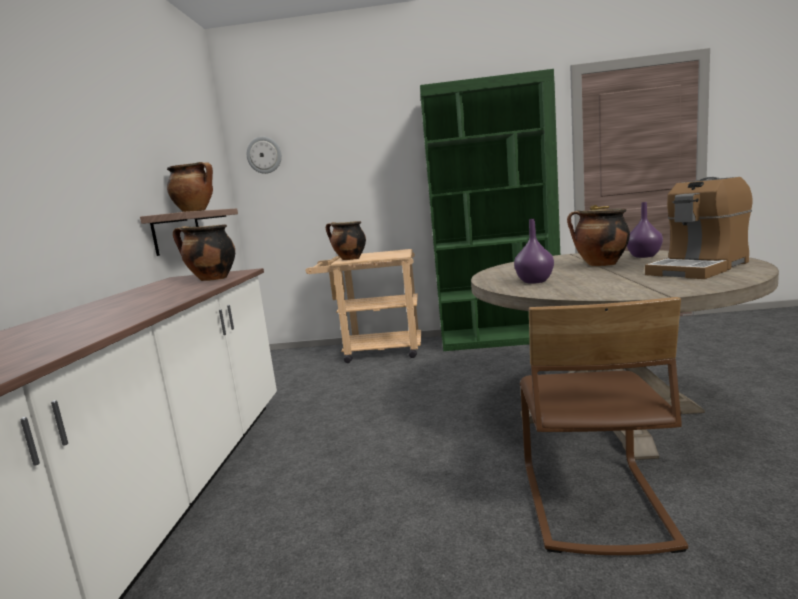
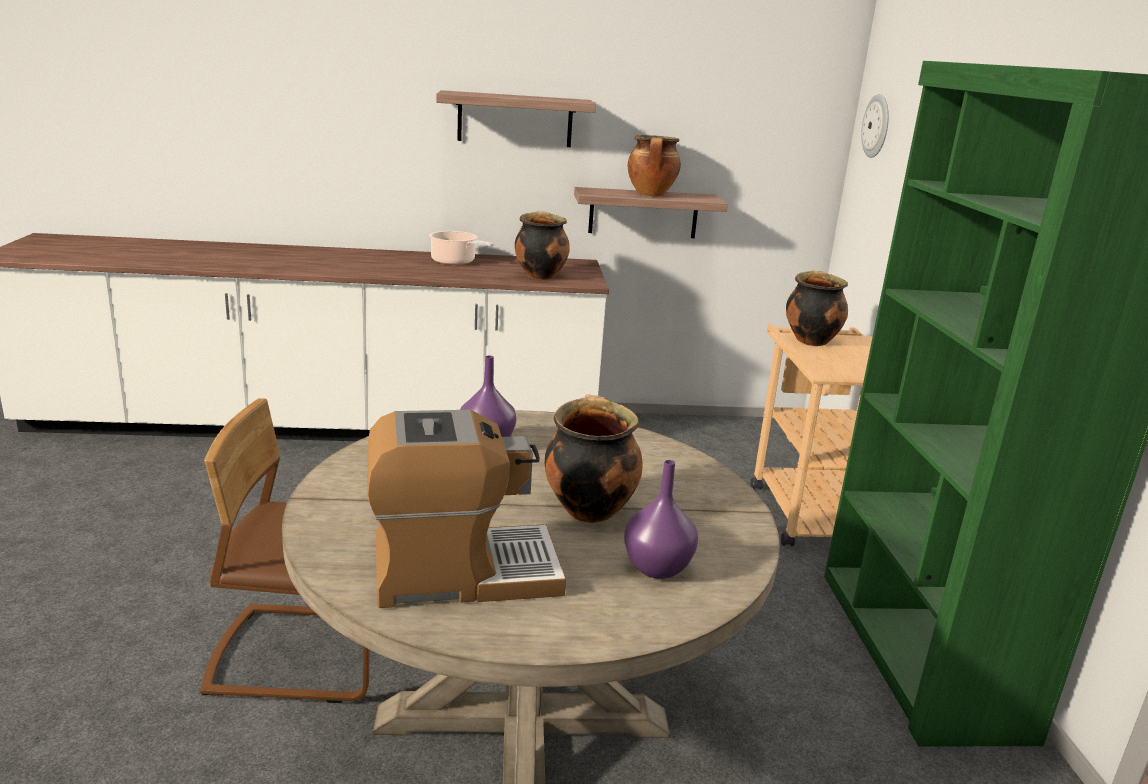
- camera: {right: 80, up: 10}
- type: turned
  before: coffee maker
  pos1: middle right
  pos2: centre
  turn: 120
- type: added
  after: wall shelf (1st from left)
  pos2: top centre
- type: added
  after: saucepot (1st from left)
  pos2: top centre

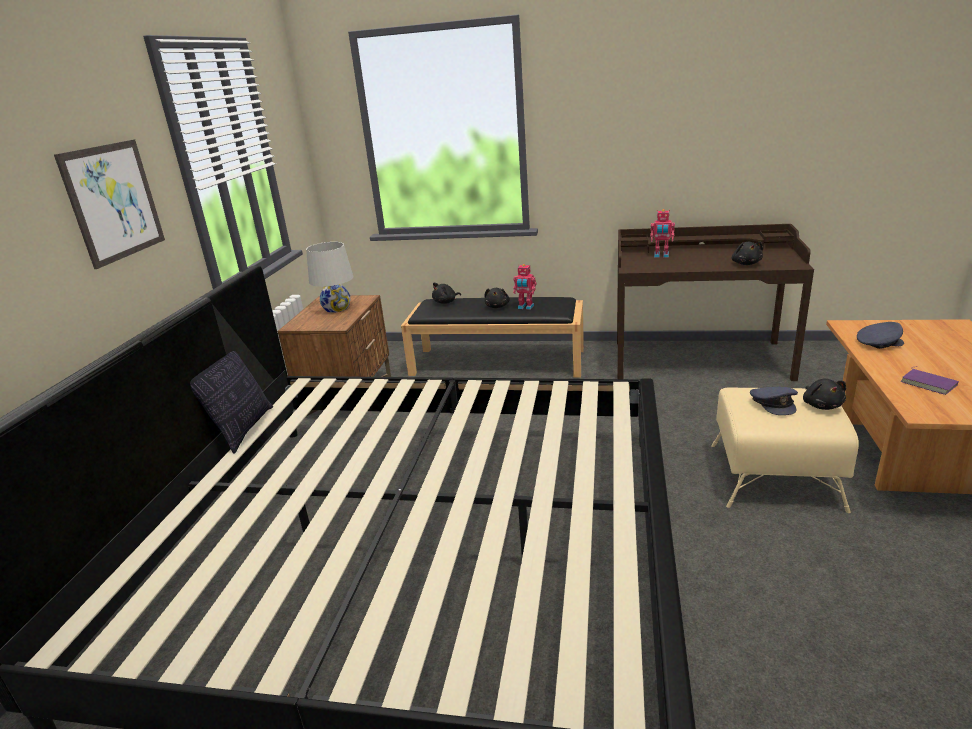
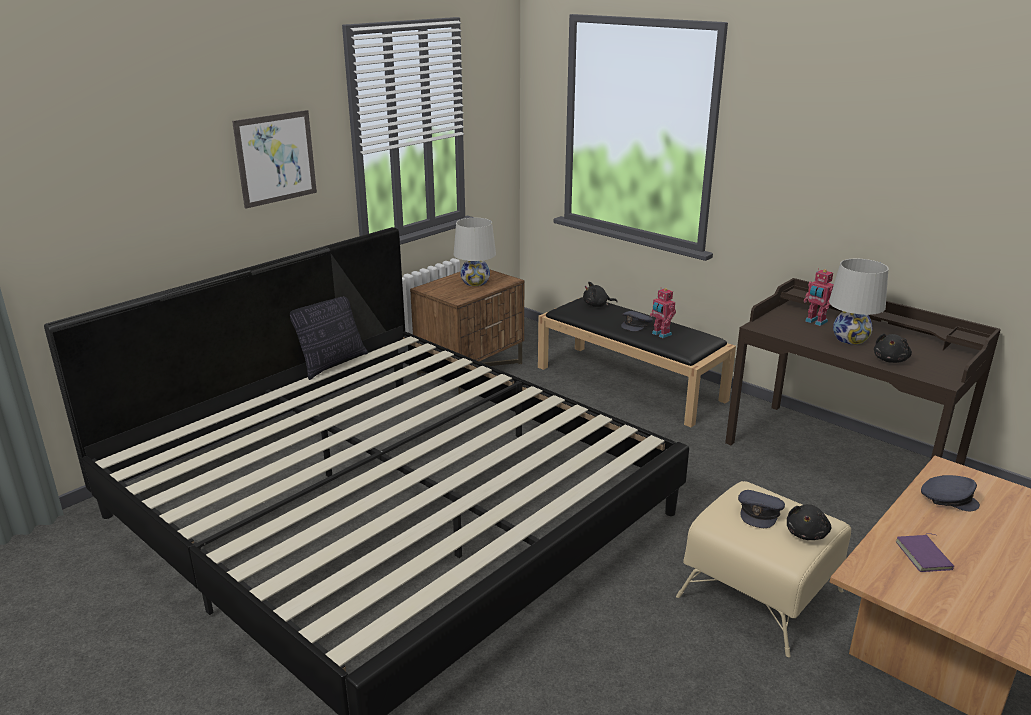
- camera: {right: 30, up: 0}
- type: replaced
  before: black-coloured plush toy (2nd from left)
  after: gray cap (1st from left)
  pos1: centre
  pos2: centre
- type: added
  after: white-coloured table lamp (2nd from left)
  pos2: middle right

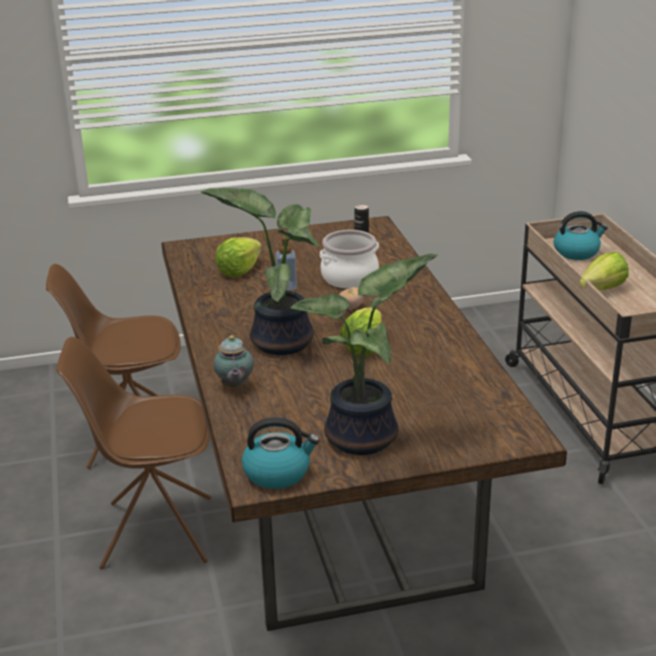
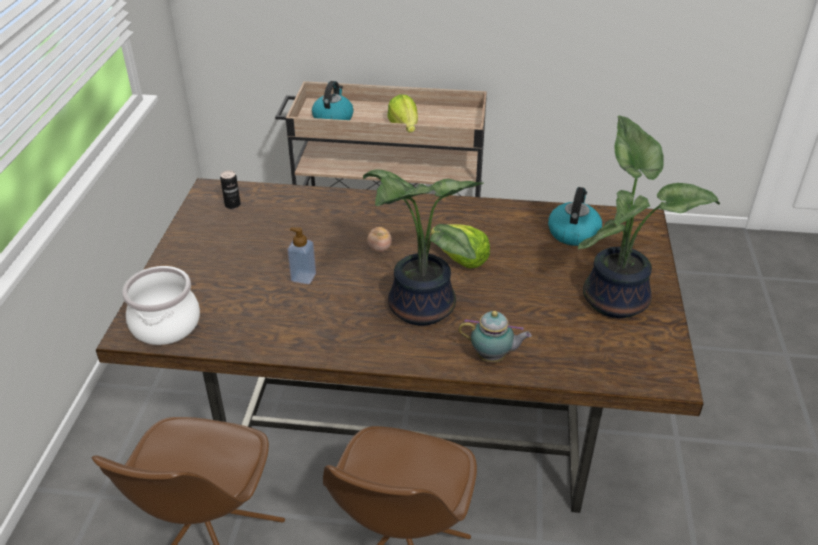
- camera: {right: -70, up: 10}
- type: moved
  before: saucepot
  pos1: centre
  pos2: middle left
- type: removed
  before: lettuce (1st from left)
  pos1: centre
- type: moved
  before: kettle (1st from left in the first image)
  after: kettle (2nd from left)
  pos1: bottom centre
  pos2: middle right

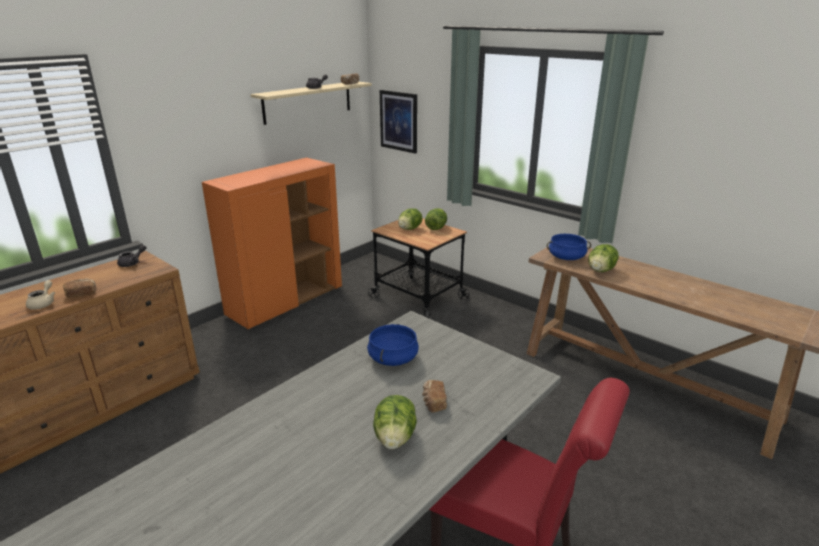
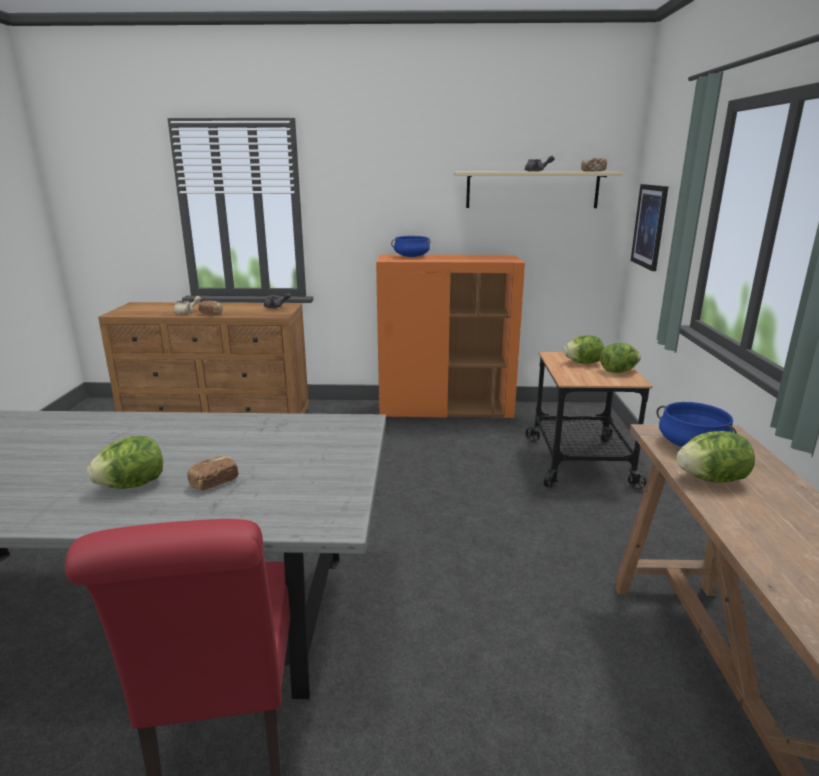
- camera: {right: 50, up: -5}
- type: moved
  before: blue-coloured saucepot (1st from left)
  pos1: centre
  pos2: top centre

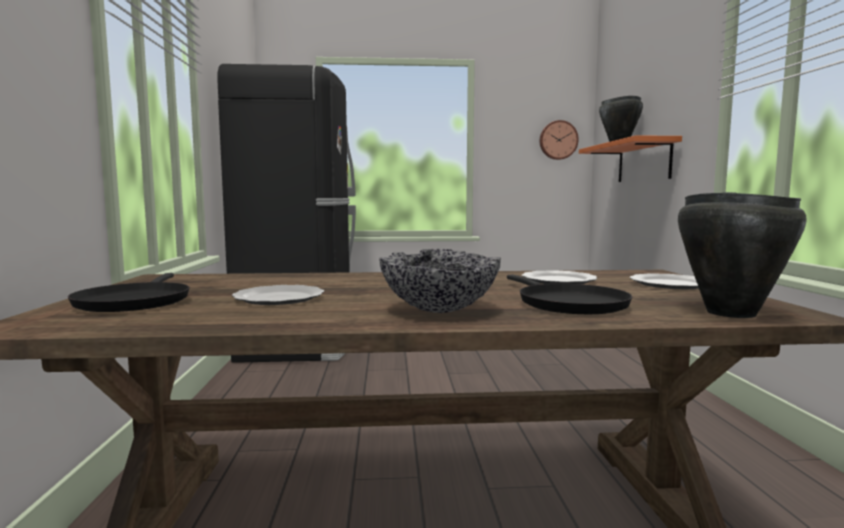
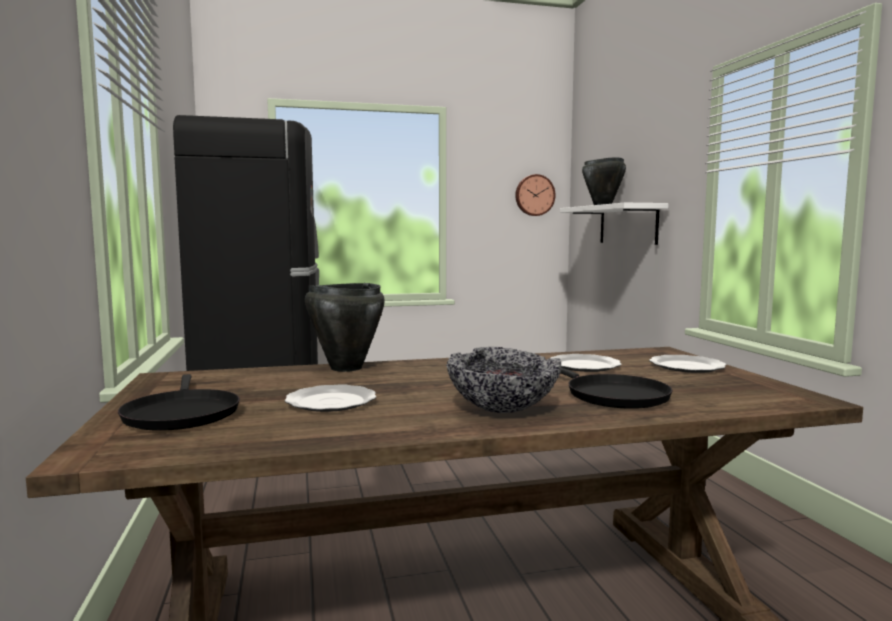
- camera: {right: -10, up: 0}
- type: recoloured
  before: orange-coloured wall shelf
  after: white-coloured wall shelf
  pos1: top right
  pos2: middle right
- type: moved
  before: black-coloured saucepot (2nd from left in the first image)
  after: black-coloured saucepot (1st from left)
  pos1: middle right
  pos2: centre

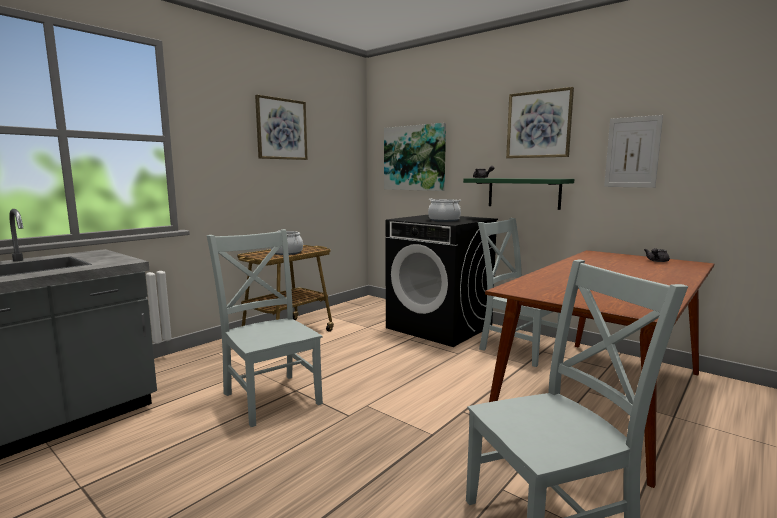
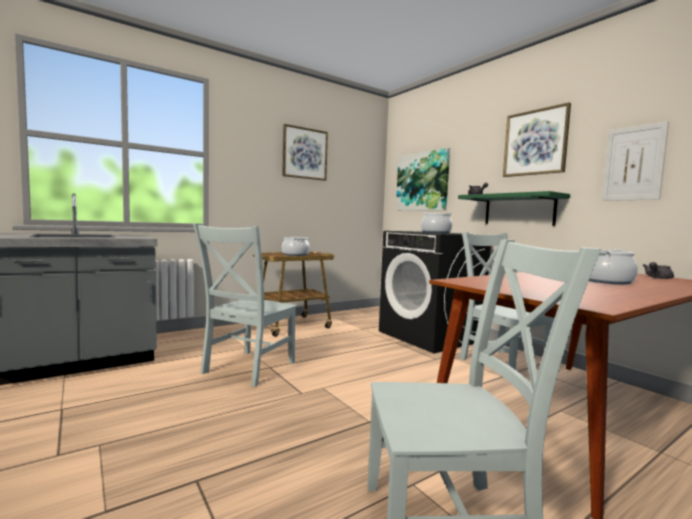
- camera: {right: 15, up: -5}
- type: turned
  before: gray plain chair (1st from left)
  pos1: centre
  pos2: centre
  turn: -135
- type: added
  after: saucepot (3rd from left)
  pos2: middle right

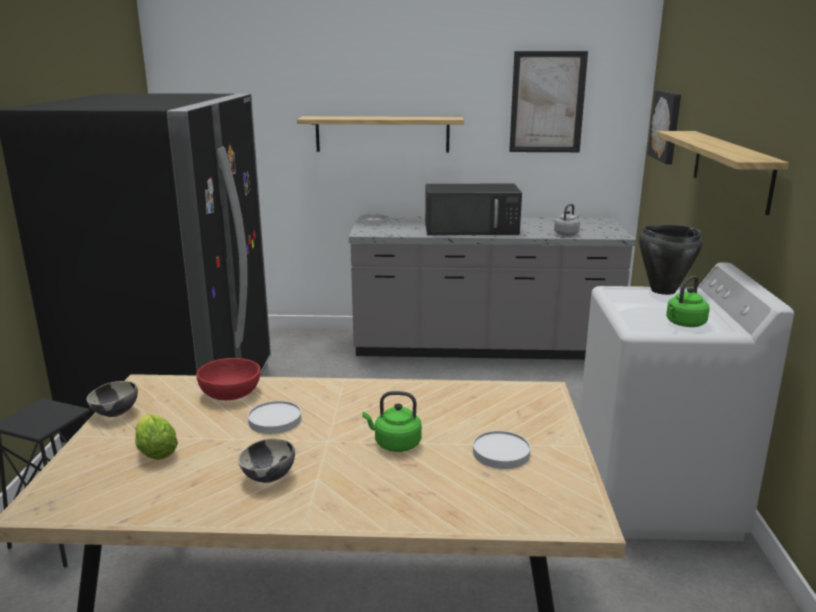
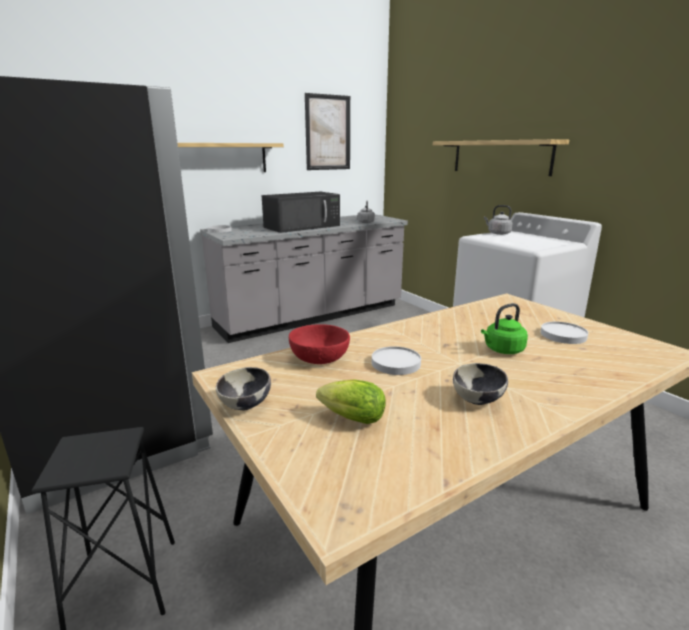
- camera: {right: -35, up: 0}
- type: removed
  before: wall picture (2nd from left)
  pos1: top right
- type: replaced
  before: black-coloured saucepot
  after: gray kettle (2nd from left)
  pos1: middle right
  pos2: middle right
- type: removed
  before: green kettle (2nd from left)
  pos1: middle right

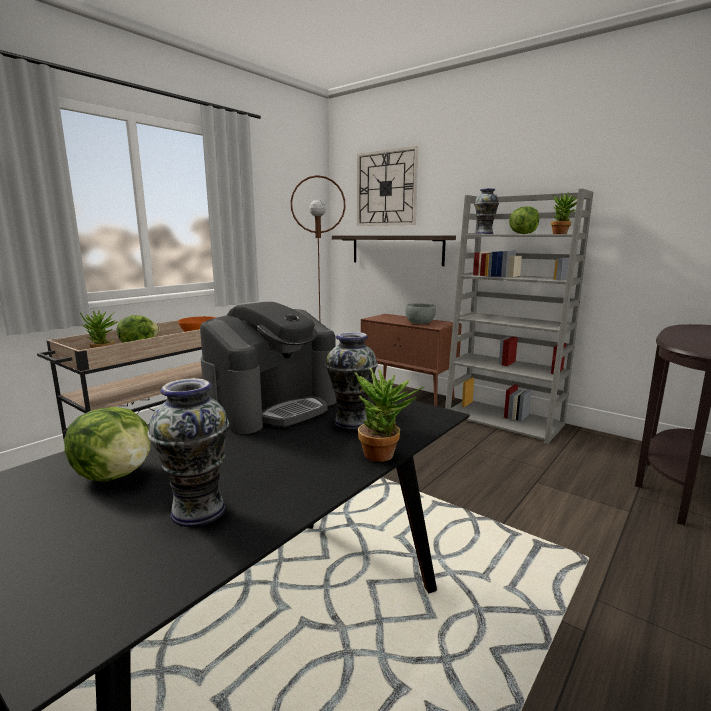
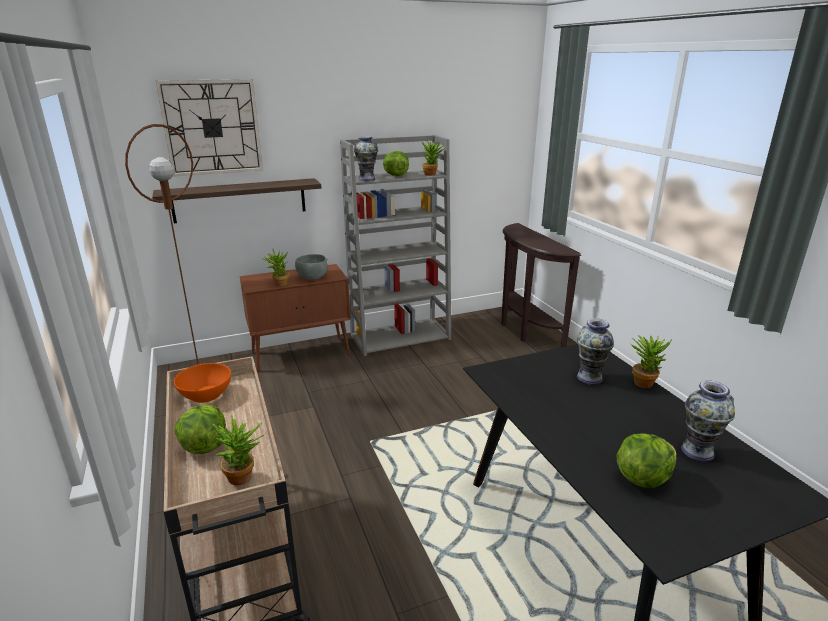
- camera: {right: -60, up: 10}
- type: removed
  before: coffee maker
  pos1: centre
- type: added
  after: plant in a pot (2nd from left)
  pos2: middle left

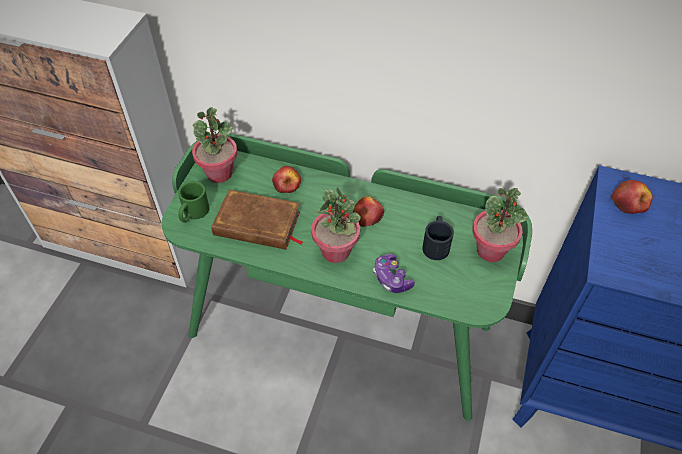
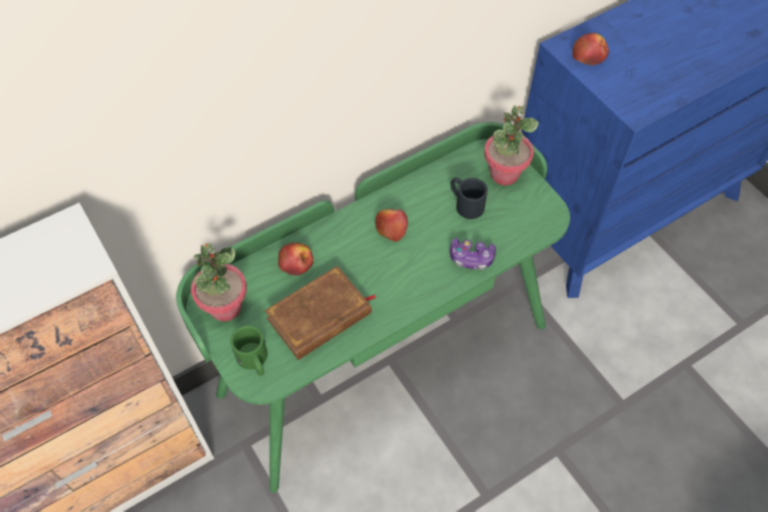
- camera: {right: -50, up: 5}
- type: removed
  before: plant in a pot (2nd from left)
  pos1: centre

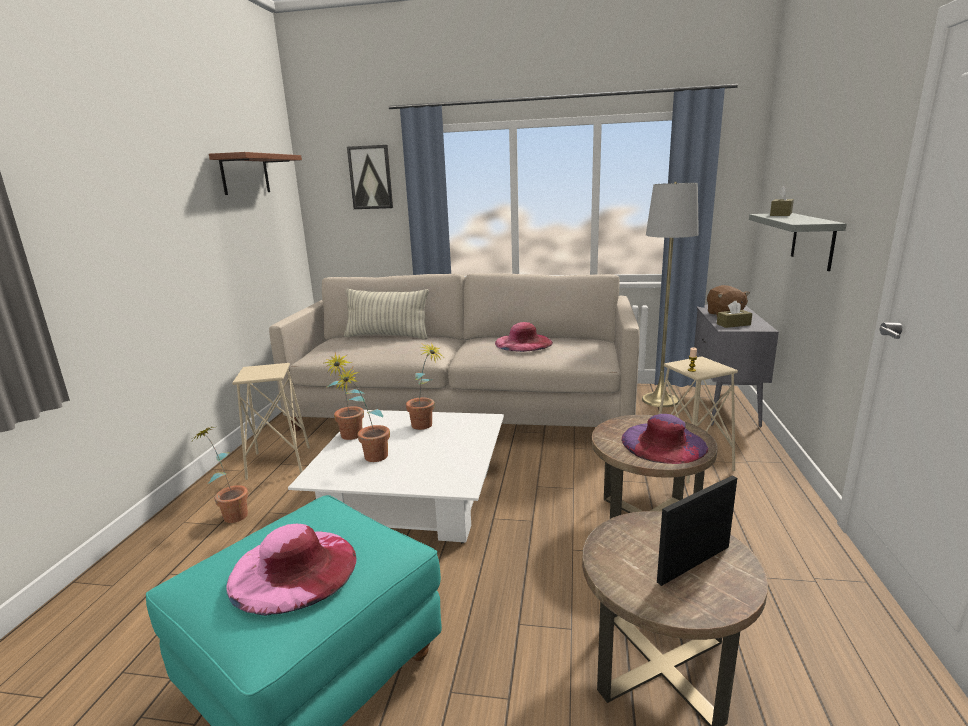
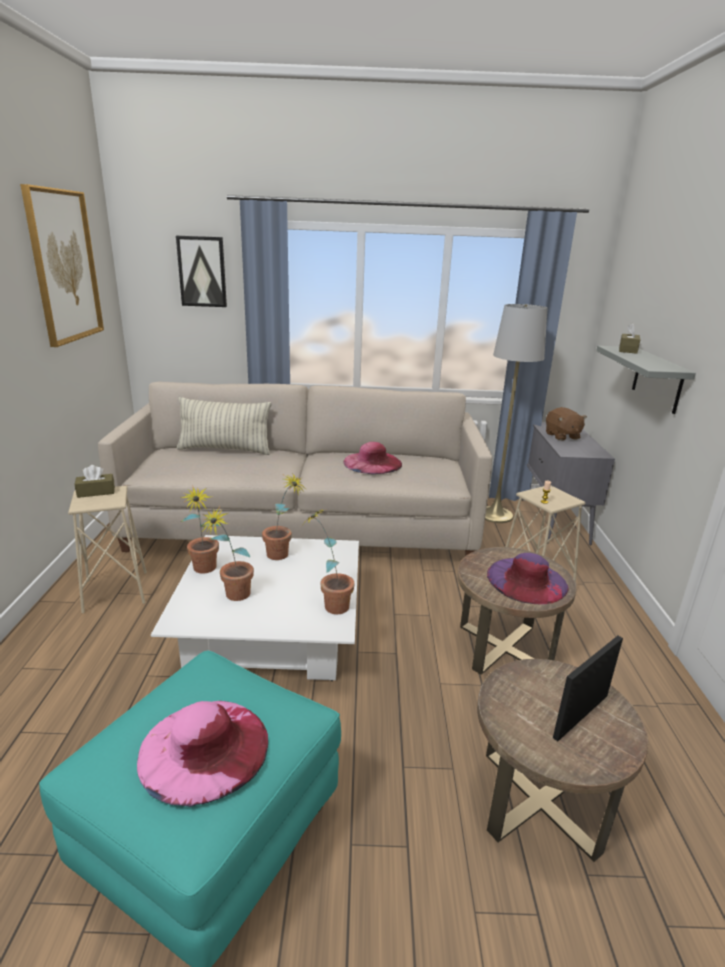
- camera: {right: -10, up: 5}
- type: replaced
  before: brownish wall shelf
  after: wall picture (1st from left)
  pos1: top left
  pos2: top left
- type: moved
  before: brownish tissue box (1st from left)
  pos1: middle right
  pos2: middle left
- type: moved
  before: plant in a pot (1st from left in the first image)
  after: plant in a pot (4th from left)
  pos1: middle left
  pos2: centre

